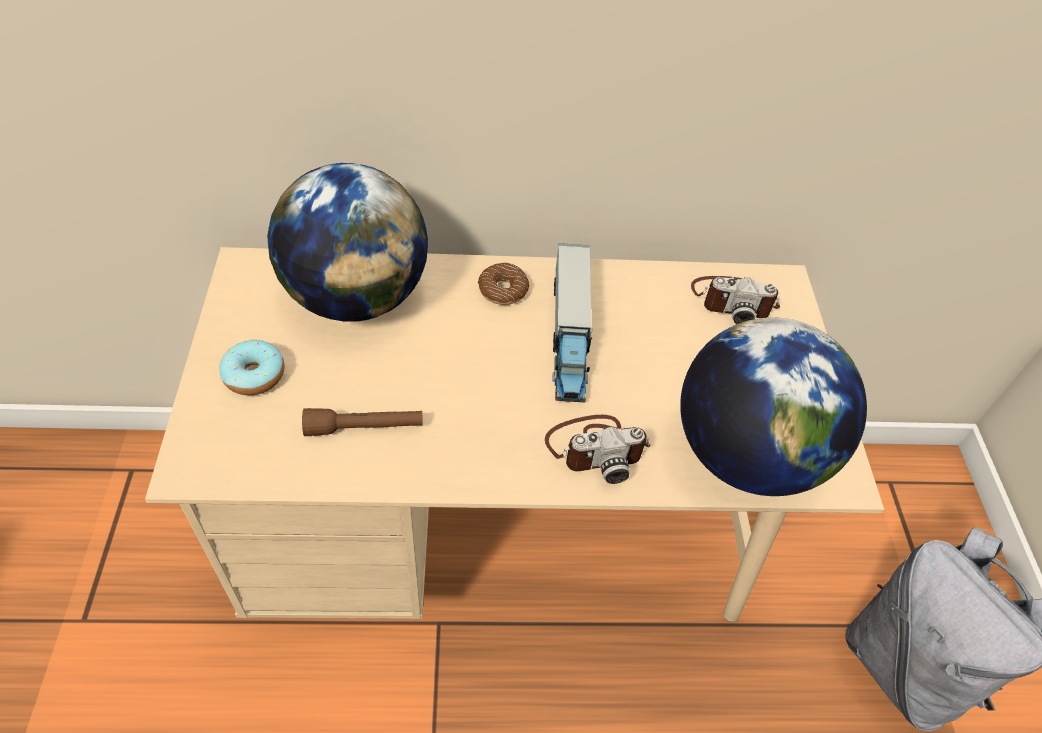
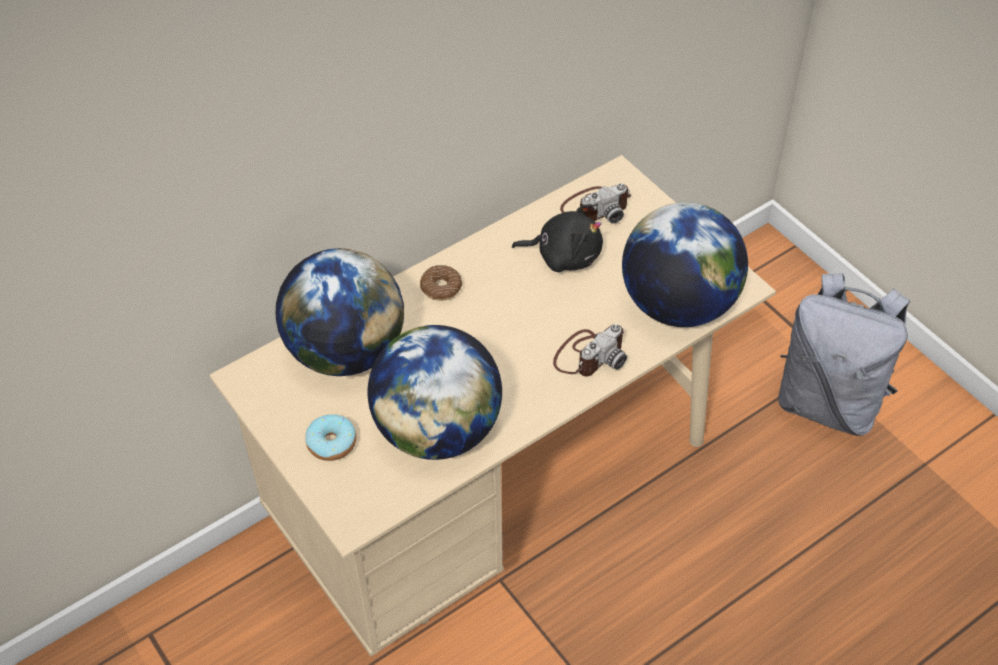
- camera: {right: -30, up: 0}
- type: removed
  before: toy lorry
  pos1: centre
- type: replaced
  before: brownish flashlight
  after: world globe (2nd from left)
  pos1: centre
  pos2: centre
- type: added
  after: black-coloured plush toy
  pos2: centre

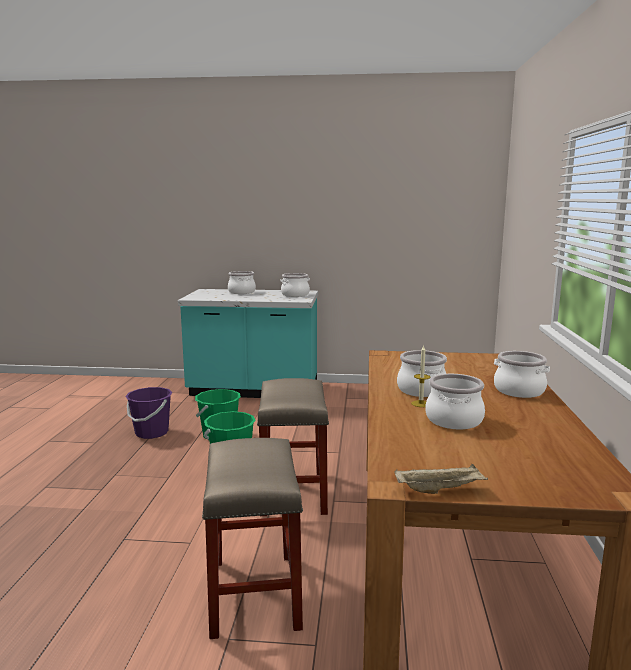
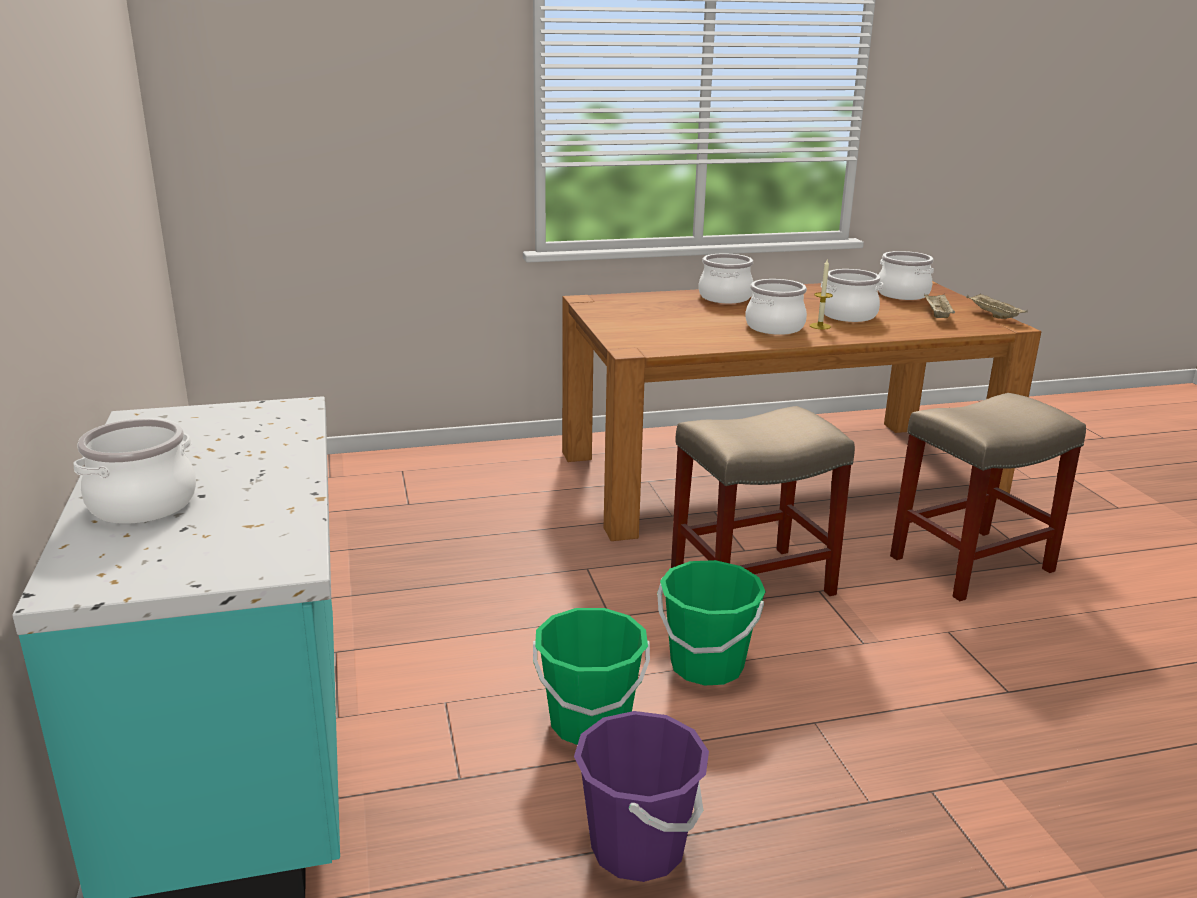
- camera: {right: -110, up: 10}
- type: moved
  before: saucepot (2nd from left in the first image)
  after: saucepot (5th from left)
  pos1: centre
  pos2: top right
- type: added
  after: beige carrying tray (1st from left)
  pos2: middle right

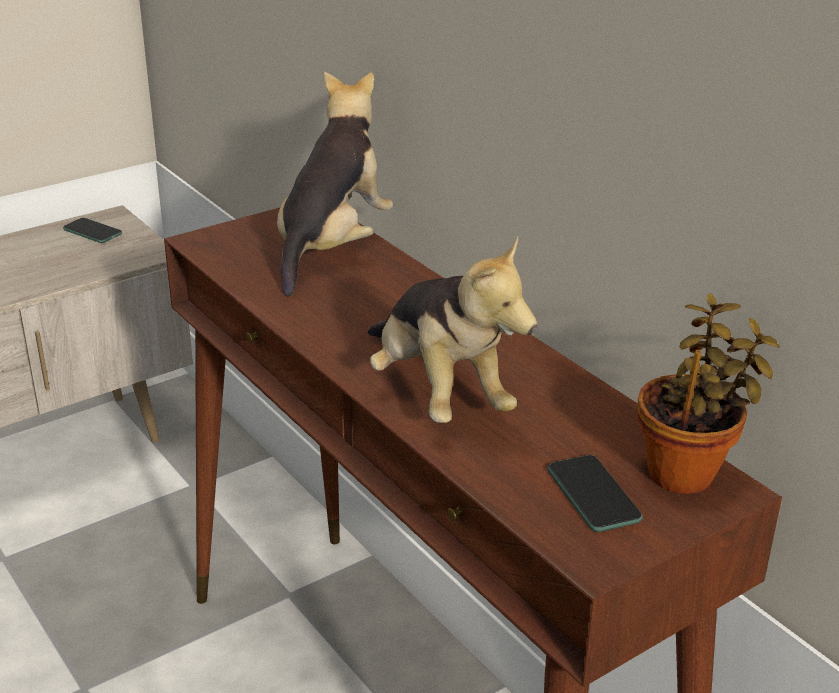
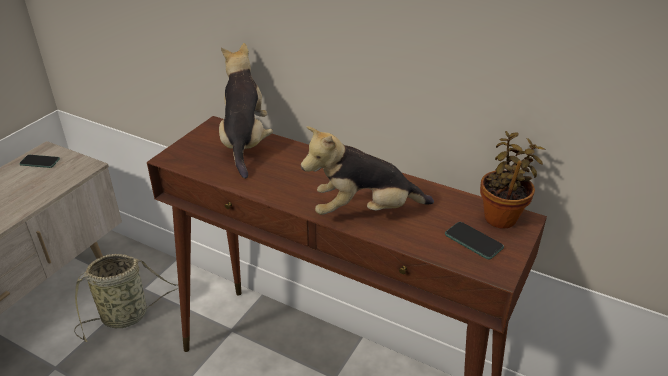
- camera: {right: -25, up: 5}
- type: turned
  before: plush toy (2nd from left)
  pos1: centre
  pos2: centre
  turn: 135
- type: added
  after: storage basket
  pos2: bottom left

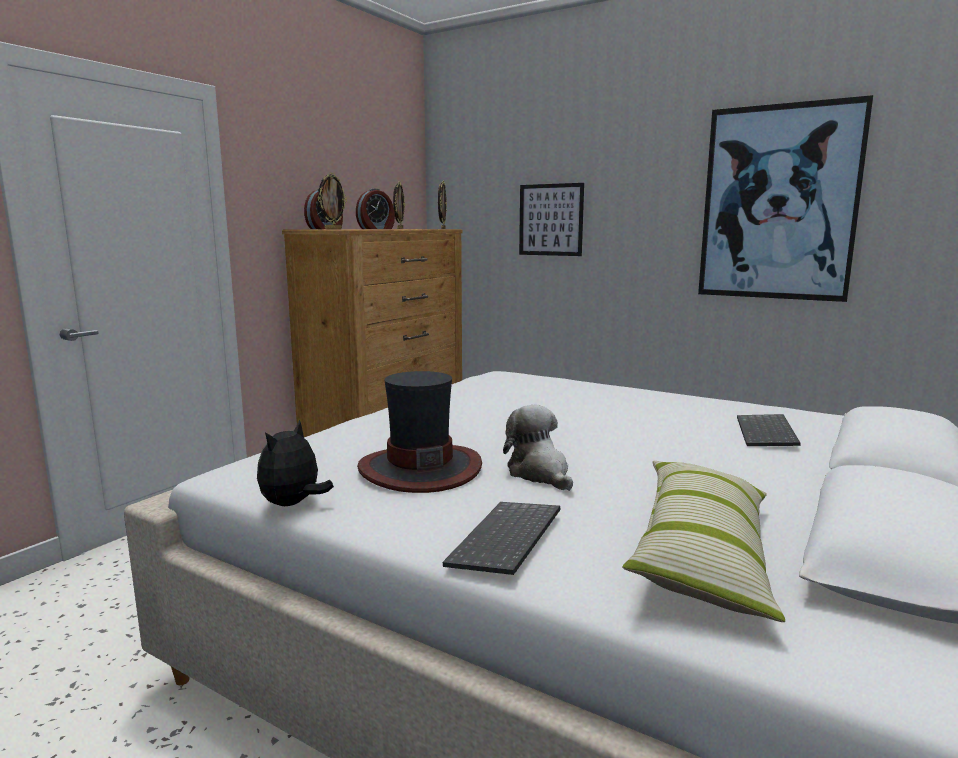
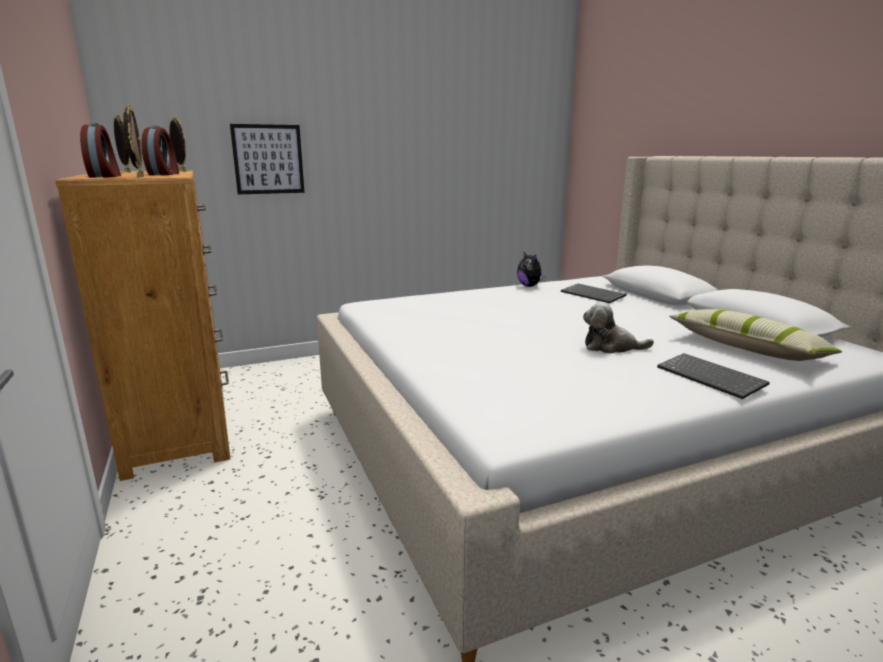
- camera: {right: -55, up: 5}
- type: removed
  before: wall picture (2nd from left)
  pos1: top right
- type: removed
  before: clothing hat
  pos1: centre
- type: moved
  before: plush toy (1st from left)
  pos1: middle left
  pos2: centre

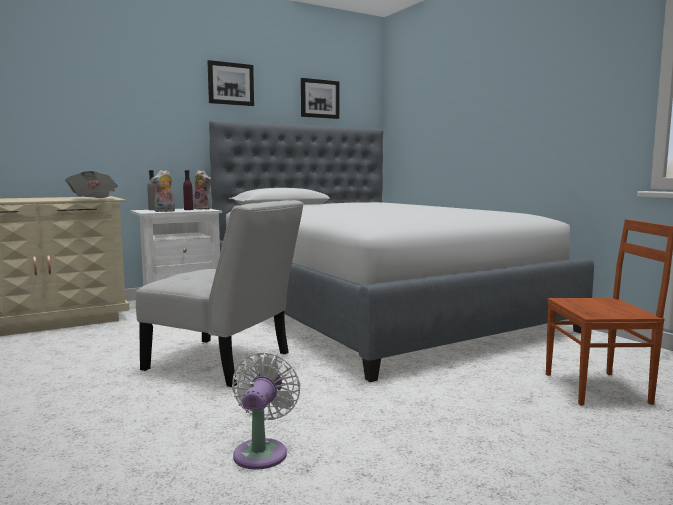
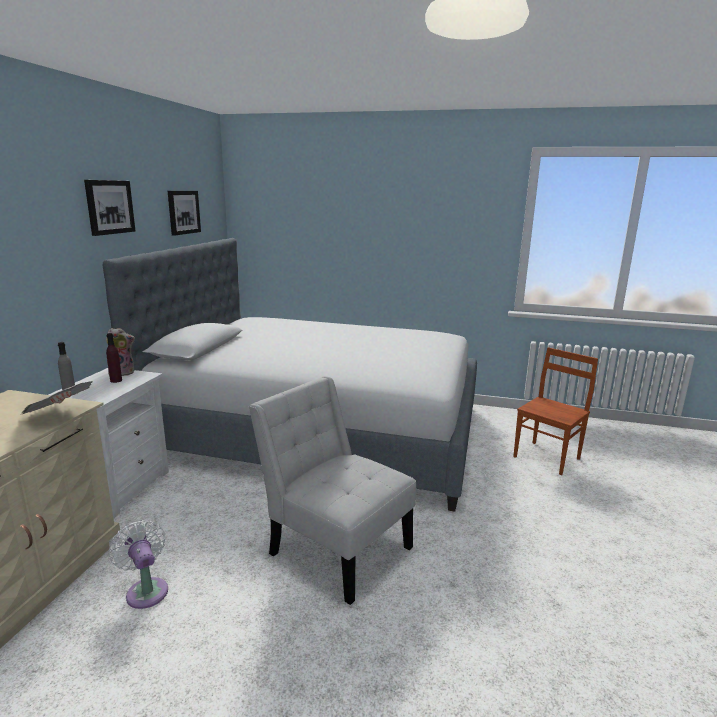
- camera: {right: -45, up: 10}
- type: removed
  before: plush toy (1st from left)
  pos1: middle left
- type: turned
  before: white-coloured plain chair
  pos1: middle left
  pos2: bottom centre
  turn: -120
- type: moved
  before: white-coloured cooling fan
  pos1: bottom centre
  pos2: bottom left

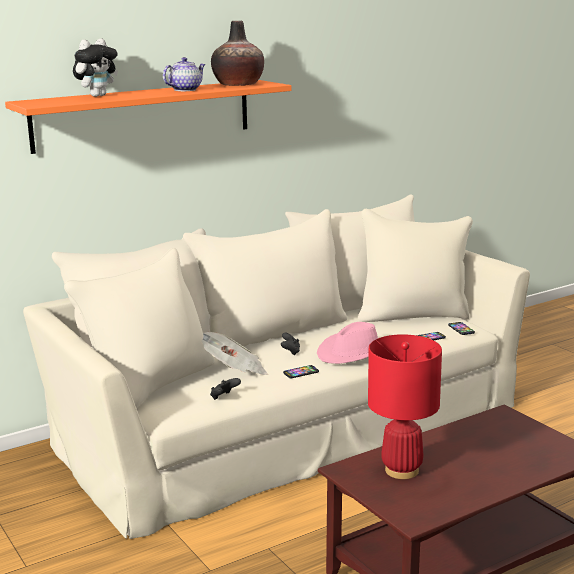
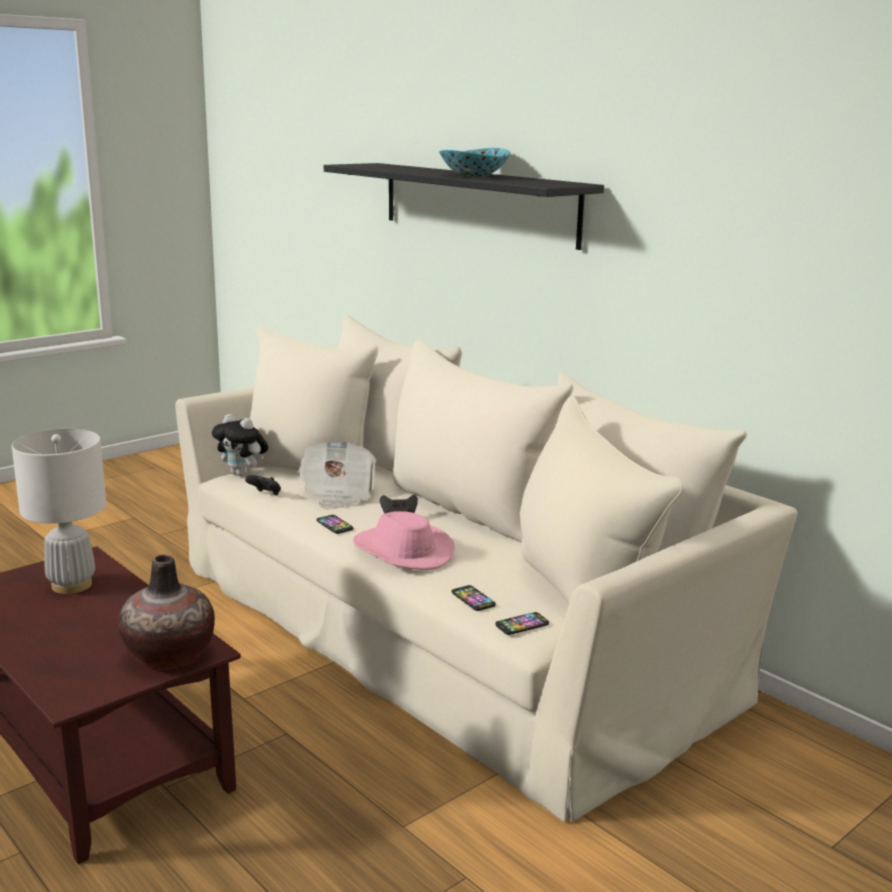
- camera: {right: 80, up: 0}
- type: moved
  before: decorative vase
  pos1: top centre
  pos2: bottom left
- type: moved
  before: plush toy
  pos1: top left
  pos2: middle left
- type: replaced
  before: tea pot
  after: bowl
  pos1: top left
  pos2: top centre
- type: recoloured
  before: orange-coloured wall shelf
  after: black-coloured wall shelf
  pos1: top left
  pos2: top centre
- type: recoloured
  before: red-coloured table lamp
  after: white-coloured table lamp
  pos1: bottom right
  pos2: middle left

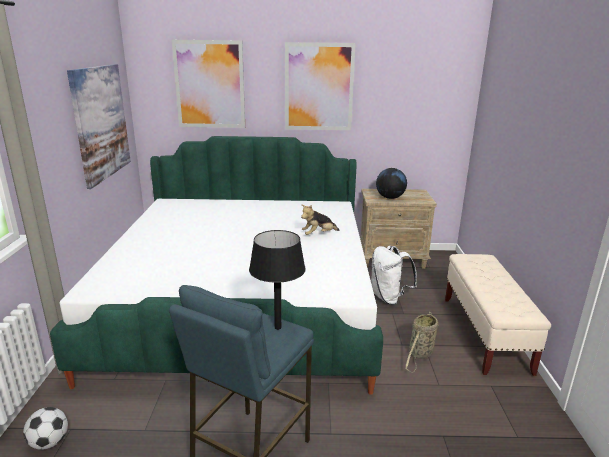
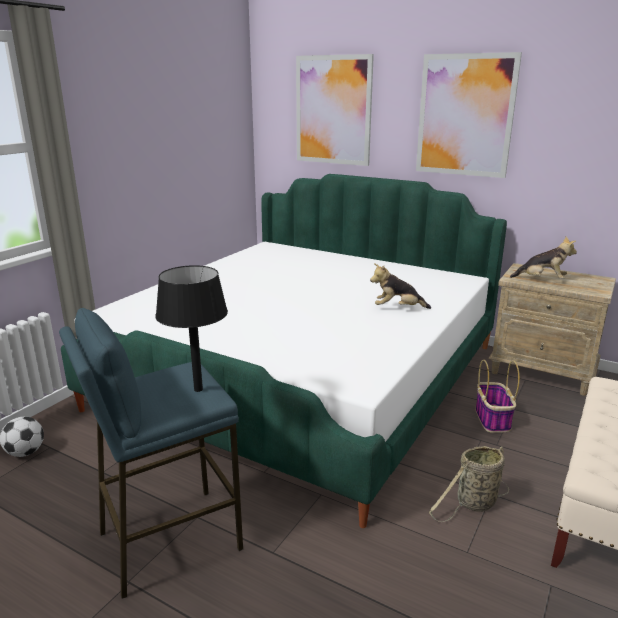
- camera: {right: 30, up: 0}
- type: removed
  before: wall picture (1st from left)
  pos1: top left
- type: replaced
  before: world globe
  after: plush toy (2nd from left)
  pos1: centre
  pos2: middle right
- type: replaced
  before: white-coloured rucksack
  after: storage basket (2nd from left)
  pos1: centre
  pos2: middle right

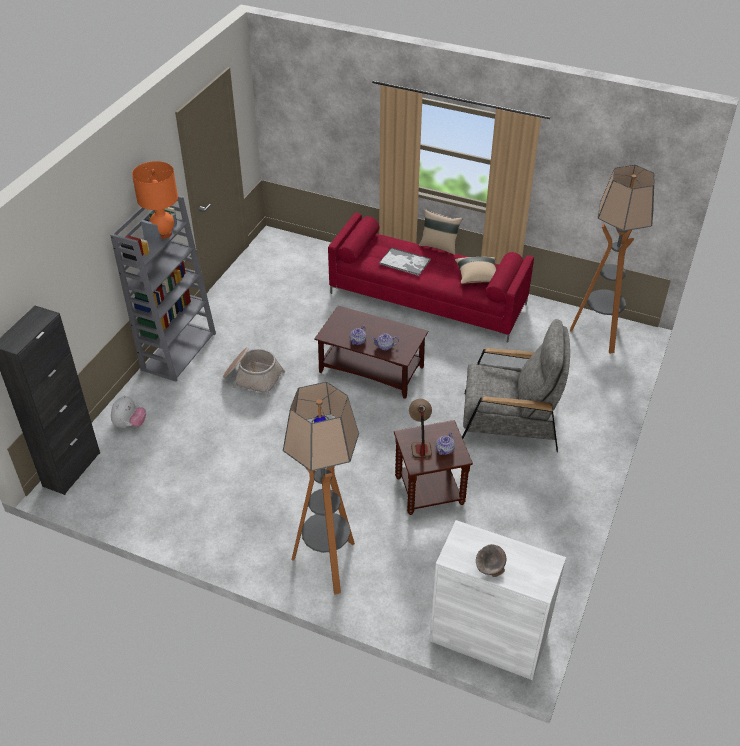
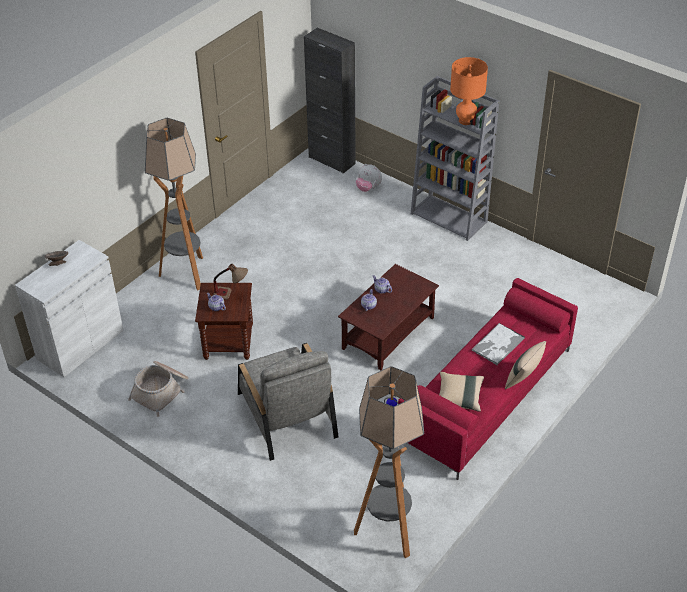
- camera: {right: 105, up: 0}
- type: turned
  before: gray lounge chair
  pos1: middle right
  pos2: bottom centre
  turn: -45
- type: moved
  before: storage basket
  pos1: centre
  pos2: middle left

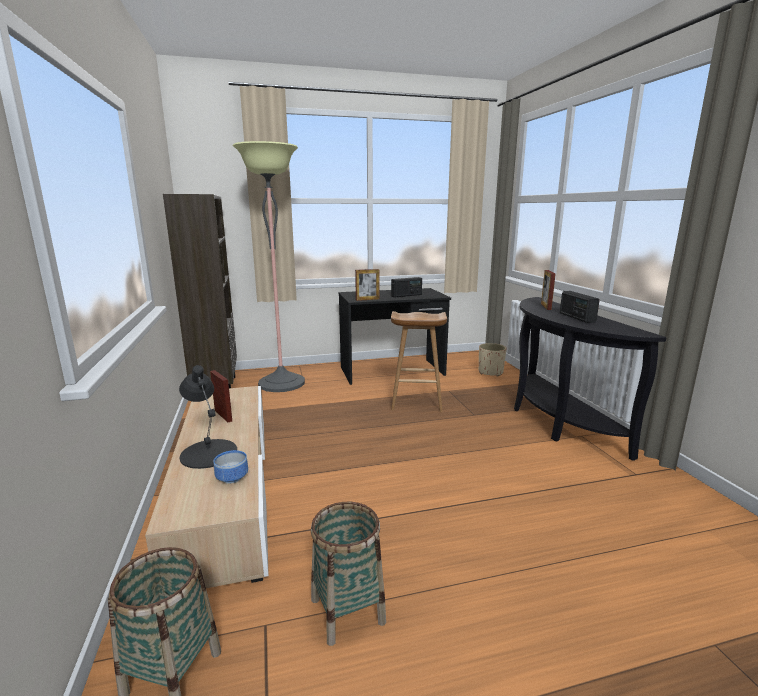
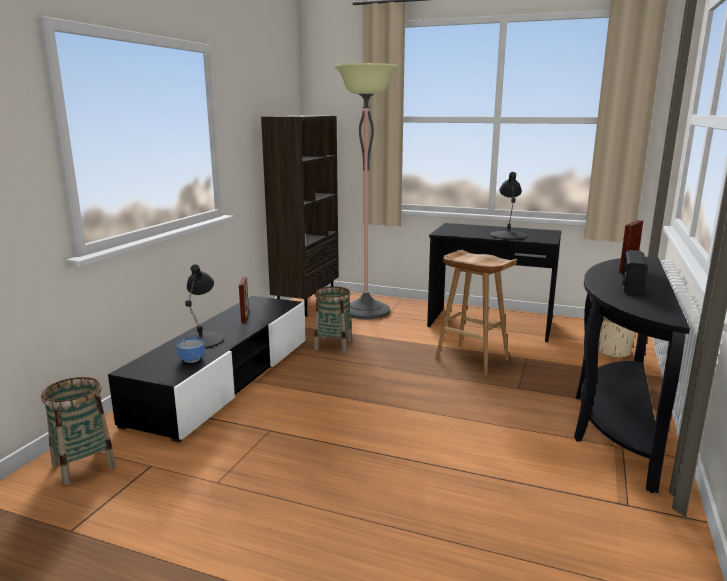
- camera: {right: 35, up: 0}
- type: removed
  before: standing frame (2nd from left)
  pos1: centre
- type: replaced
  before: radio set (1st from left)
  after: black-coloured table lamp (2nd from left)
  pos1: centre
  pos2: middle right
- type: recoloured
  before: beige tv stand
  after: black-coloured tv stand
  pos1: bottom left
  pos2: middle left
- type: moved
  before: storage basket (2nd from left)
  pos1: bottom centre
  pos2: centre

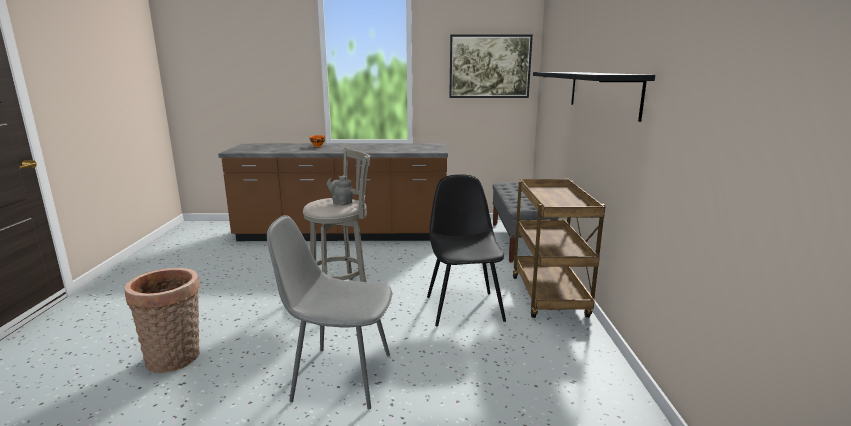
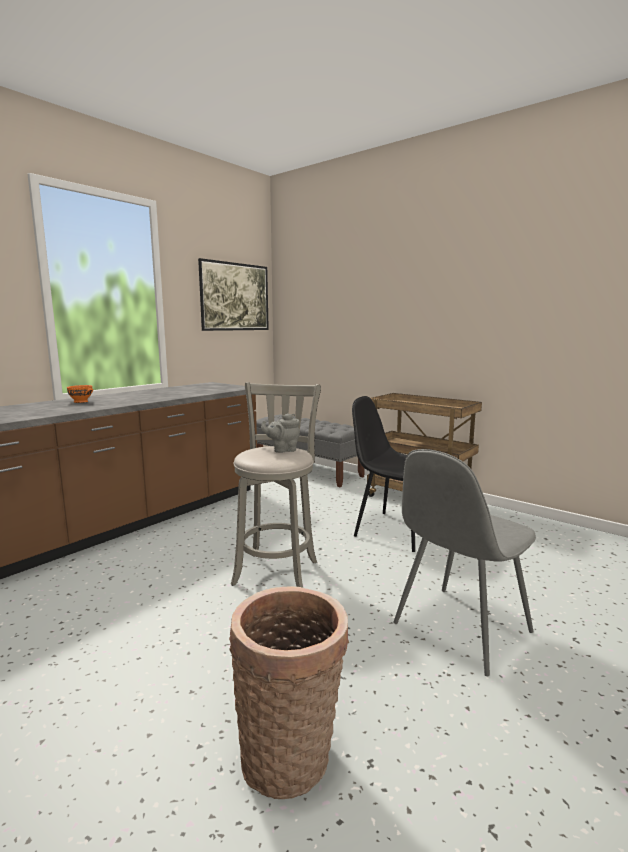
- camera: {right: -50, up: -5}
- type: removed
  before: black-coloured wall shelf
  pos1: top right

